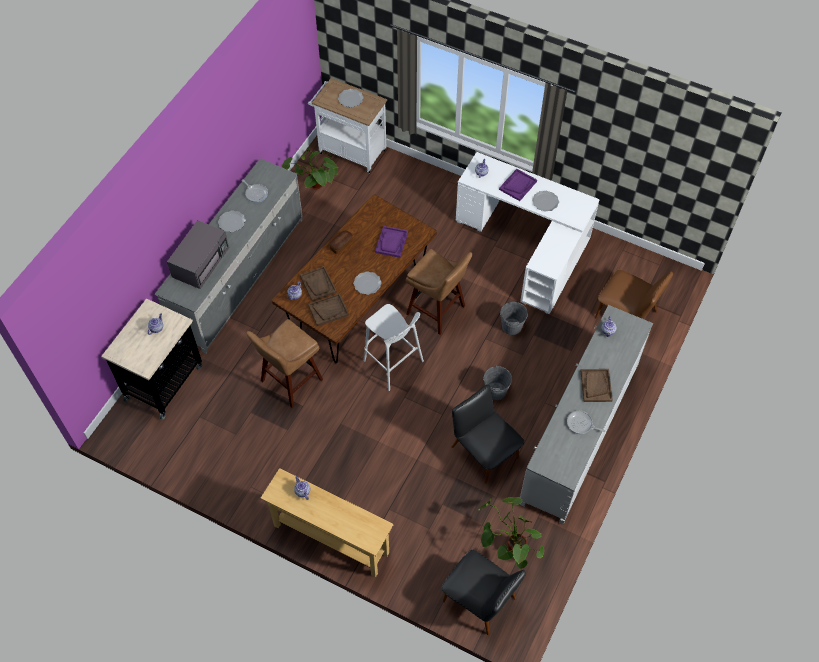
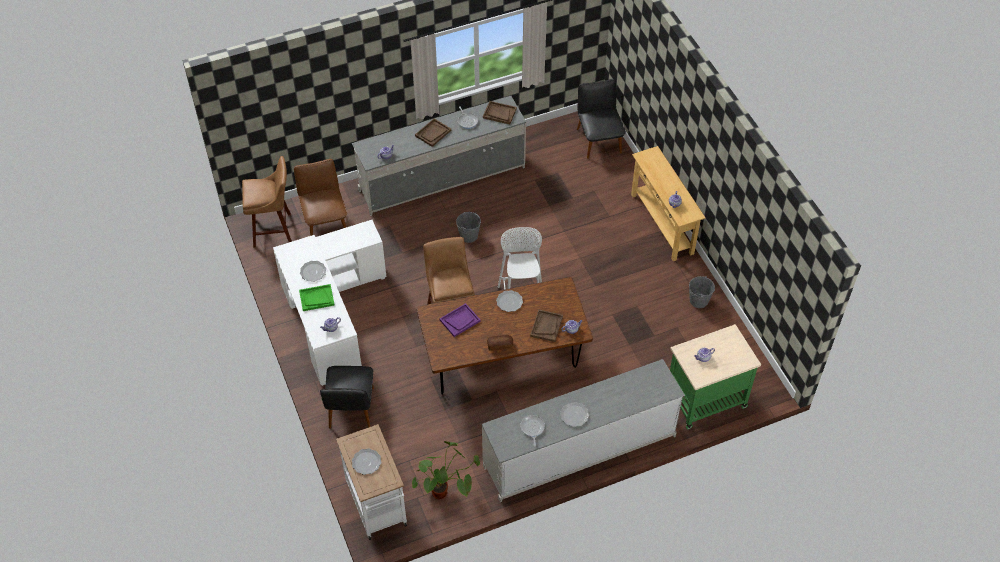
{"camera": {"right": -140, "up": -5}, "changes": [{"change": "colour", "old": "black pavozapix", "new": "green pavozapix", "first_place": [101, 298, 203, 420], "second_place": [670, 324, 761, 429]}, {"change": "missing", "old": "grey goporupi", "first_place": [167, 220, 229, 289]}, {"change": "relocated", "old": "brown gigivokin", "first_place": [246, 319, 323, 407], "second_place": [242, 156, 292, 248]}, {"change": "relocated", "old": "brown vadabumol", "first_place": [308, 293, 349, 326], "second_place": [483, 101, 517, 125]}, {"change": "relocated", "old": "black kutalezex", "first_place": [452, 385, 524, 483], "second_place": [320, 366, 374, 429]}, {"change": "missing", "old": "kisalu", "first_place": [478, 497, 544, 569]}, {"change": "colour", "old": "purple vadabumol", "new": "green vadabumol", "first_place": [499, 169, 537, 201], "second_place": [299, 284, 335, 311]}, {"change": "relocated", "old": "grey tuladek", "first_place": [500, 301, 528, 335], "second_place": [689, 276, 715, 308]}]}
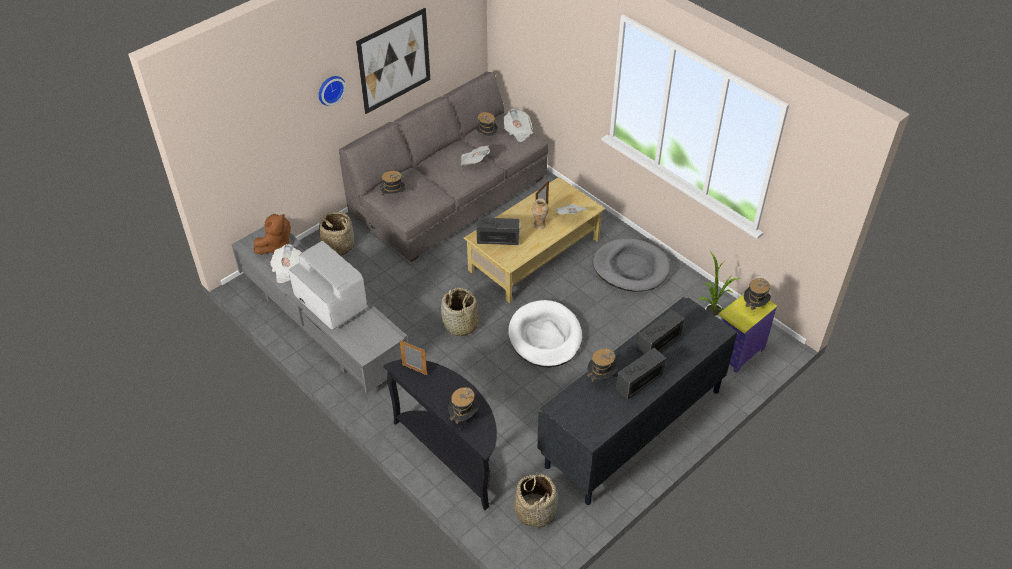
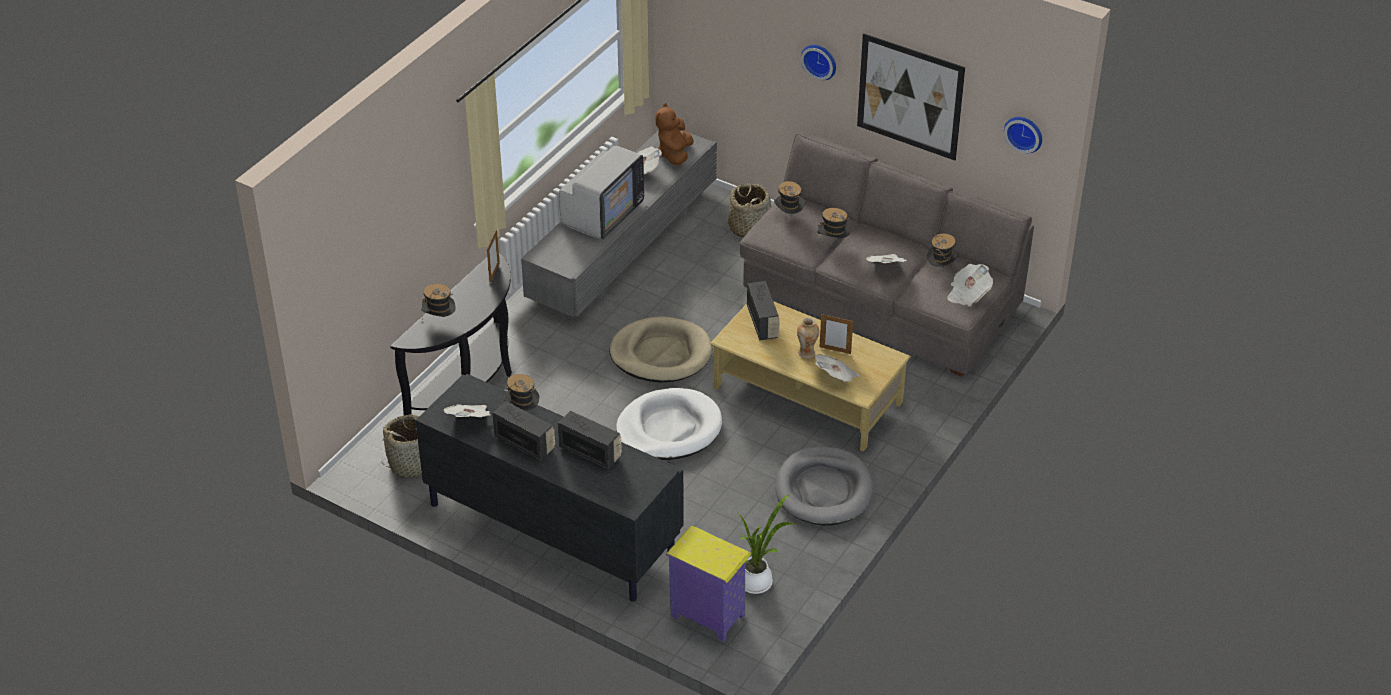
{"camera": {"right": 75, "up": -5}, "changes": [{"change": "spun", "old": "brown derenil", "first_place": [254, 214, 291, 255], "second_place": [655, 103, 694, 166], "degrees": 75}, {"change": "exchanged", "old": "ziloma", "new": "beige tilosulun", "first_place": [441, 287, 479, 336], "second_place": [610, 316, 712, 382]}, {"change": "relocated", "old": "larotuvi", "first_place": [744, 278, 771, 316], "second_place": [817, 208, 850, 239]}, {"change": "appeared", "new": "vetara", "second_place": [443, 404, 490, 417]}, {"change": "appeared", "new": "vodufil", "second_place": [1004, 117, 1042, 154]}]}
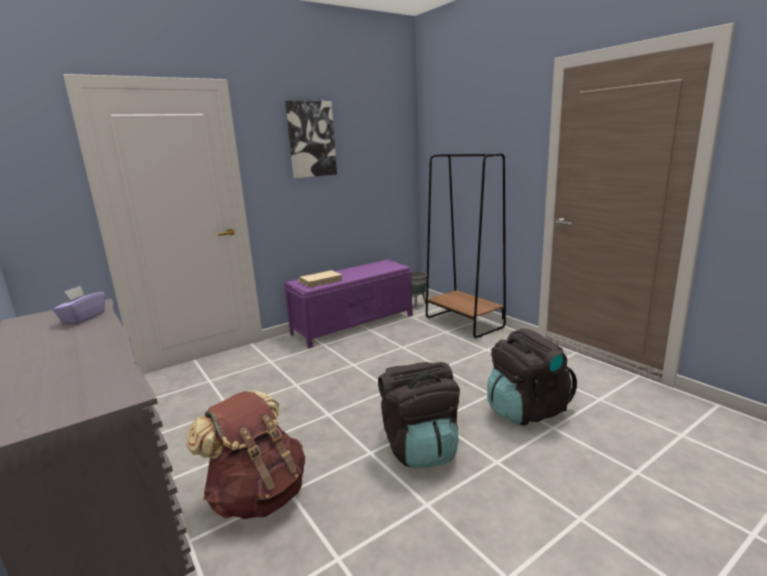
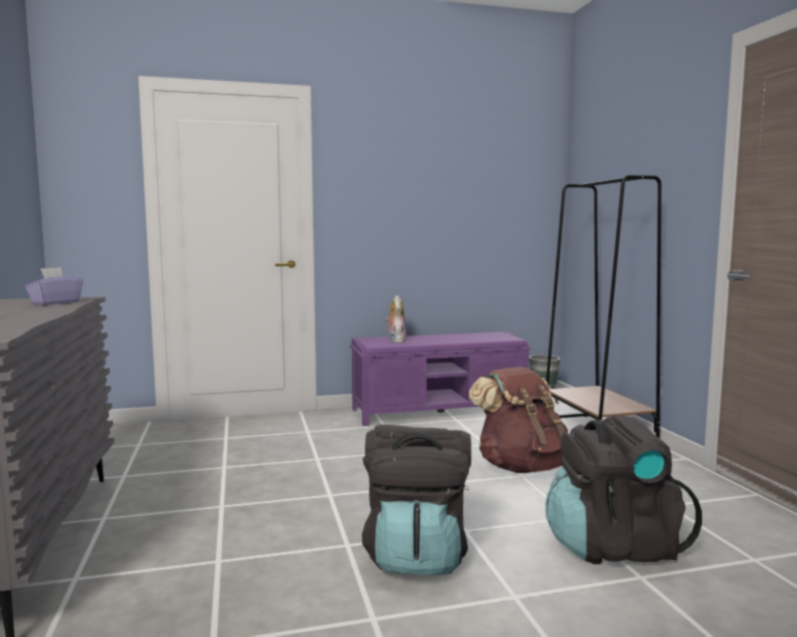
{"camera": {"right": 20, "up": -10}, "changes": [{"change": "relocated", "old": "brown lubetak", "first_place": [186, 390, 305, 519], "second_place": [469, 367, 568, 473]}, {"change": "missing", "old": "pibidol", "first_place": [285, 101, 337, 178]}, {"change": "exchanged", "old": "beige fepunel", "new": "derenil", "first_place": [299, 270, 342, 288], "second_place": [386, 295, 407, 343]}]}
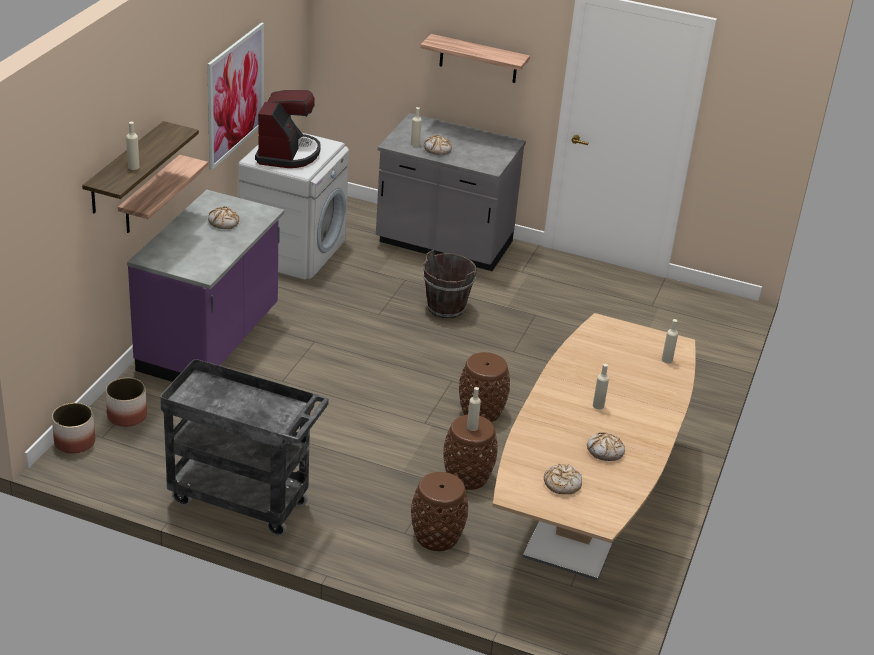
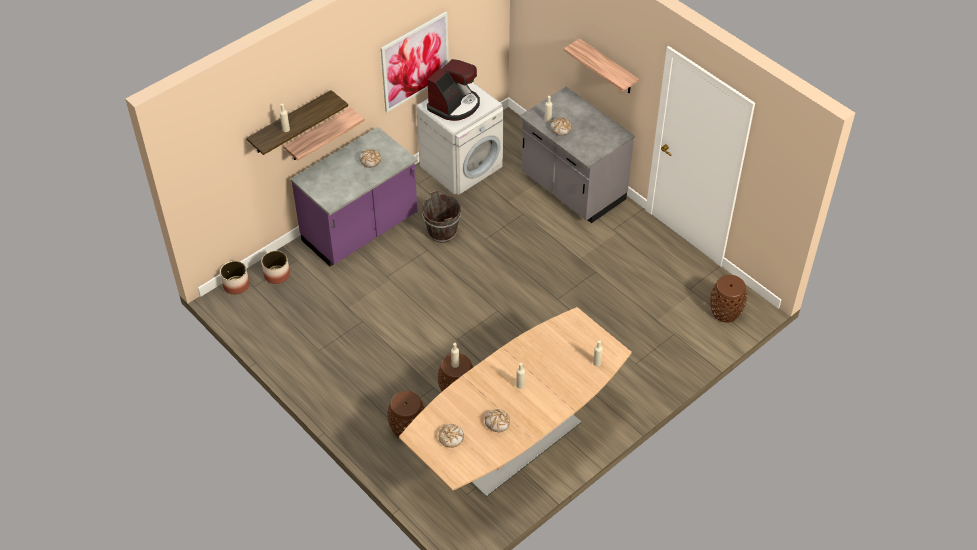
{"camera": {"right": 30, "up": 15}, "changes": [{"change": "missing", "old": "black pavozapix", "first_place": [160, 359, 329, 536]}, {"change": "relocated", "old": "brown tuladek", "first_place": [423, 250, 477, 319], "second_place": [422, 191, 461, 243]}, {"change": "relocated", "old": "brown gigivokin", "first_place": [459, 352, 510, 422], "second_place": [710, 275, 747, 322]}]}
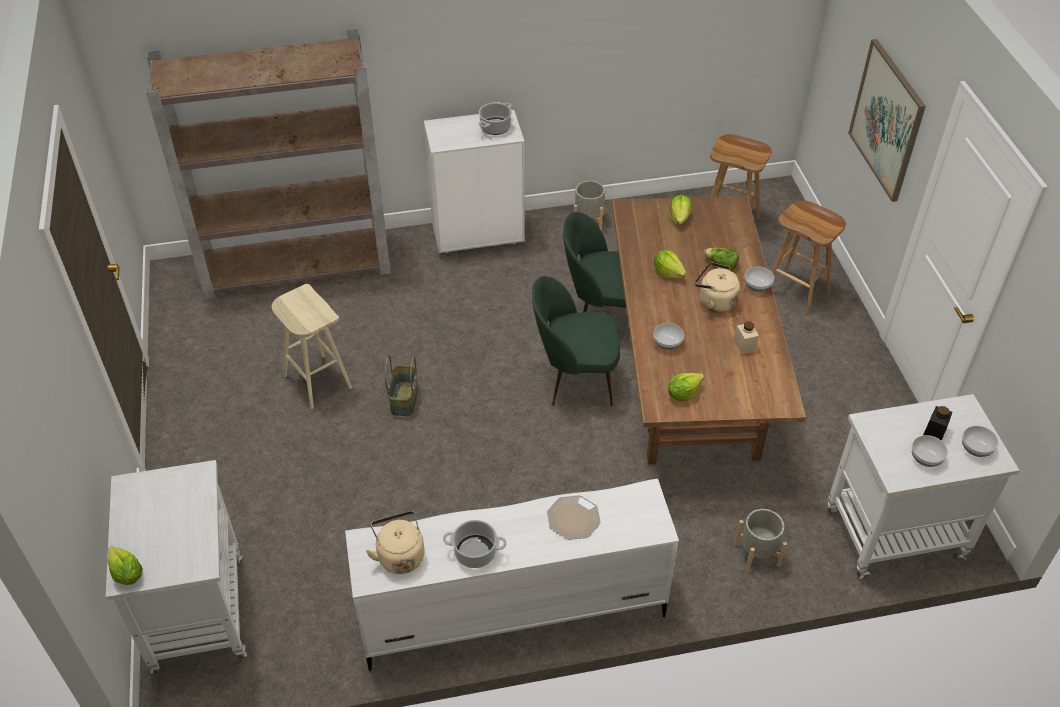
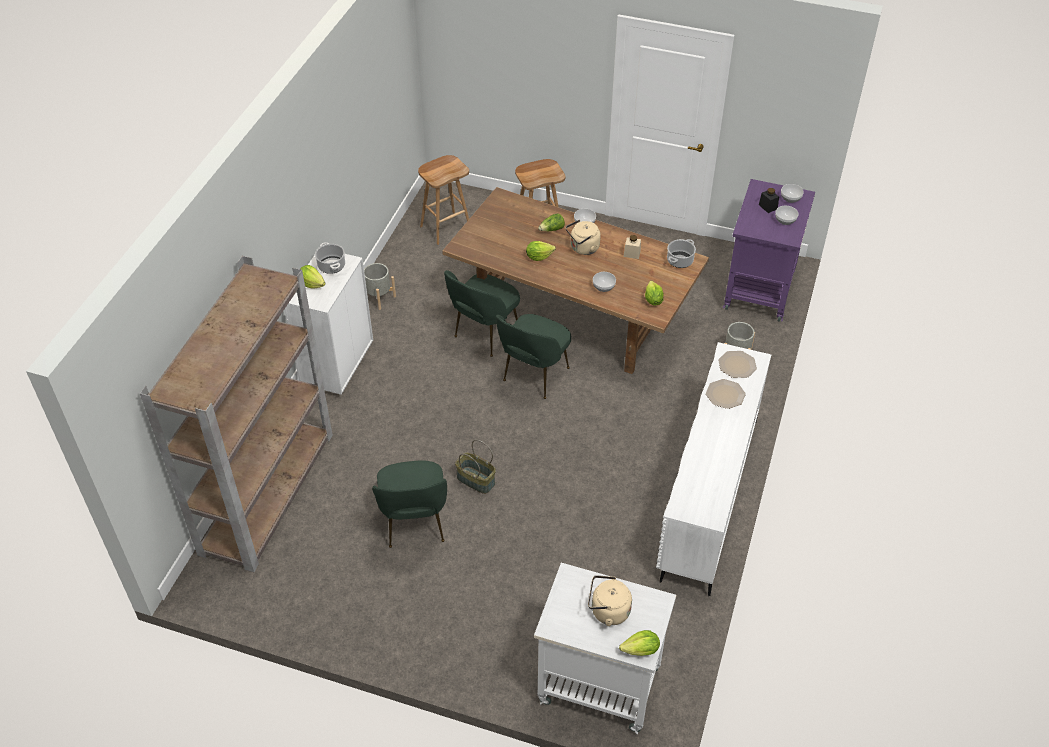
{"camera": {"right": -60, "up": 0}, "changes": [{"change": "exchanged", "old": "beige gigivokin", "new": "green kutalezex", "first_place": [272, 284, 352, 409], "second_place": [372, 460, 447, 548]}, {"change": "relocated", "old": "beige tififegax", "first_place": [366, 511, 425, 574], "second_place": [588, 575, 632, 626]}, {"change": "relocated", "old": "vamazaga", "first_place": [443, 520, 506, 568], "second_place": [667, 239, 696, 268]}, {"change": "relocated", "old": "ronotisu", "first_place": [669, 195, 692, 225], "second_place": [300, 265, 325, 289]}, {"change": "colour", "old": "white pavozapix", "new": "purple pavozapix", "first_place": [828, 394, 1020, 579], "second_place": [723, 179, 815, 322]}, {"change": "missing", "old": "pibidol", "first_place": [848, 39, 926, 202]}, {"change": "appeared", "new": "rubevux", "second_place": [718, 351, 757, 378]}]}
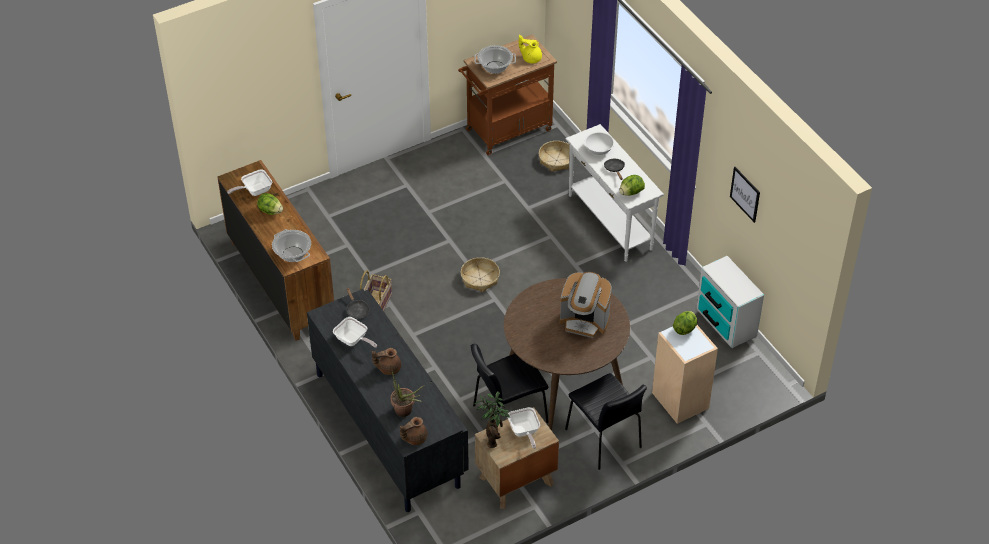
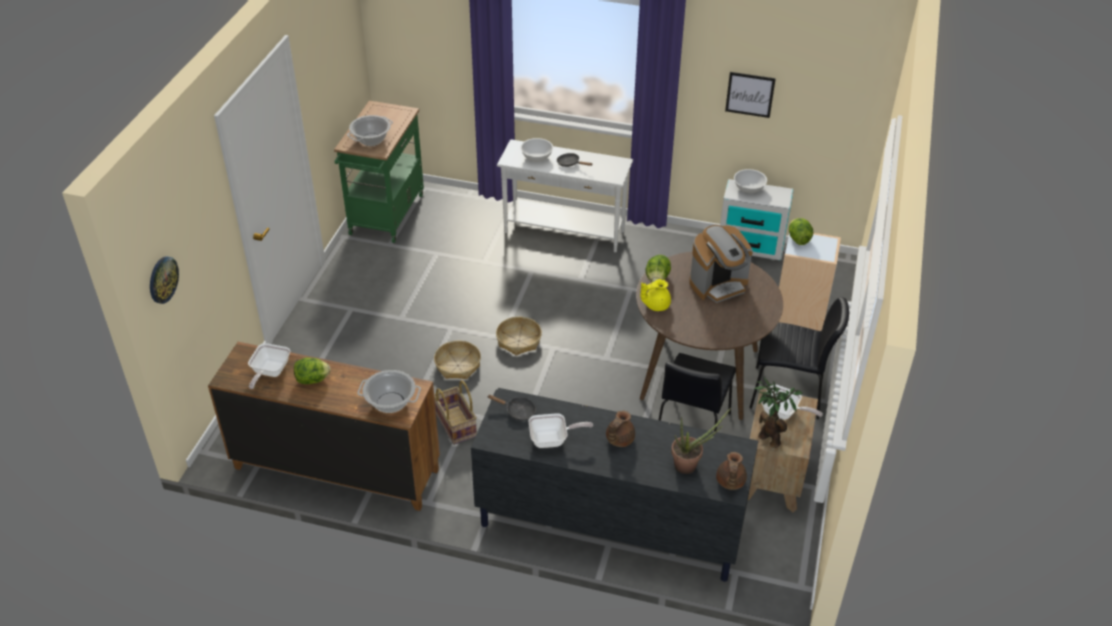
{"camera": {"right": -45, "up": -5}, "changes": [{"change": "colour", "old": "brown pavozapix", "new": "green pavozapix", "first_place": [458, 34, 557, 155], "second_place": [334, 101, 424, 243]}, {"change": "relocated", "old": "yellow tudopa", "first_place": [519, 35, 542, 64], "second_place": [640, 279, 671, 311]}, {"change": "relocated", "old": "ziloma", "first_place": [539, 141, 575, 172], "second_place": [434, 341, 481, 379]}, {"change": "relocated", "old": "ronotisu", "first_place": [620, 175, 645, 196], "second_place": [645, 255, 671, 282]}, {"change": "appeared", "new": "vodufil", "second_place": [150, 256, 179, 304]}, {"change": "appeared", "new": "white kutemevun", "second_place": [734, 169, 767, 193]}]}
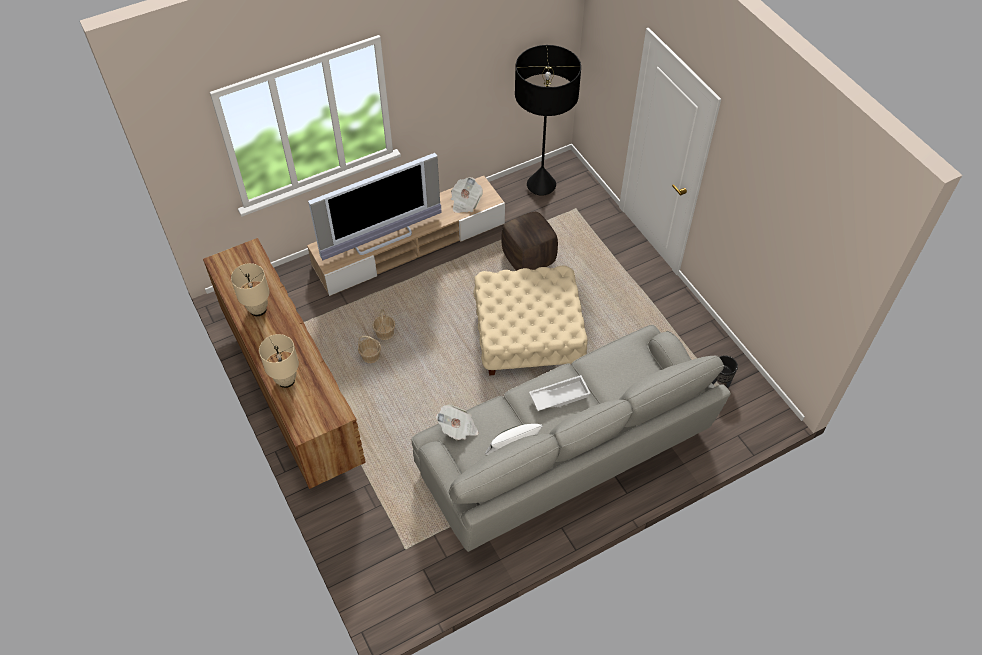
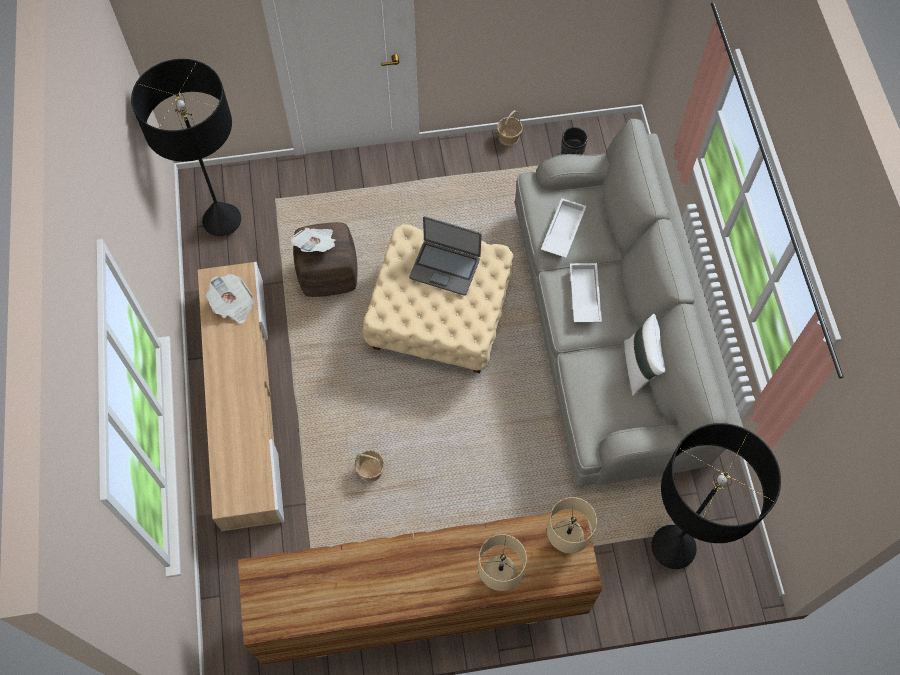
{"camera": {"right": -70, "up": 10}, "changes": [{"change": "relocated", "old": "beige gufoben", "first_place": [231, 263, 270, 316], "second_place": [547, 497, 597, 553]}, {"change": "missing", "old": "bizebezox", "first_place": [308, 153, 442, 260]}, {"change": "relocated", "old": "ziloma", "first_place": [358, 336, 381, 363], "second_place": [497, 110, 523, 146]}, {"change": "relocated", "old": "vetara", "first_place": [436, 404, 478, 440], "second_place": [291, 228, 335, 252]}, {"change": "appeared", "new": "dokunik", "second_place": [409, 216, 482, 296]}, {"change": "appeared", "new": "white vadabumol", "second_place": [541, 198, 586, 258]}, {"change": "appeared", "new": "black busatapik", "second_place": [651, 423, 781, 569]}]}
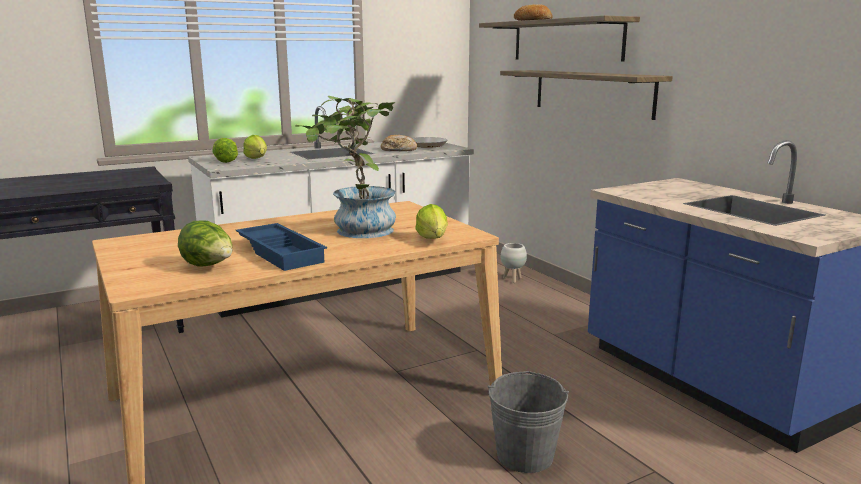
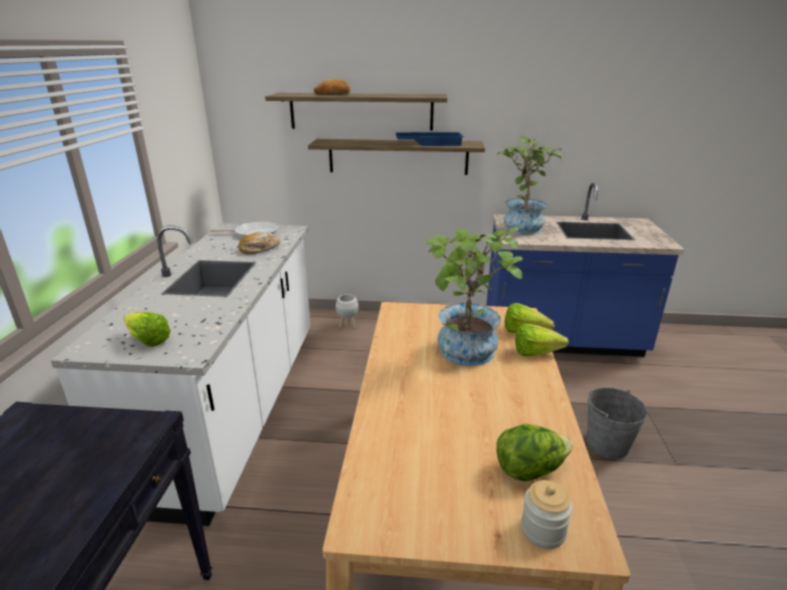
{"camera": {"right": -55, "up": 10}, "changes": [{"change": "relocated", "old": "blue vadabumol", "first_place": [236, 223, 327, 271], "second_place": [396, 132, 464, 146]}, {"change": "relocated", "old": "ronotisu", "first_place": [243, 135, 267, 159], "second_place": [516, 323, 569, 356]}, {"change": "appeared", "new": "kisalu", "second_place": [497, 135, 562, 235]}, {"change": "appeared", "new": "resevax", "second_place": [521, 480, 573, 549]}]}
